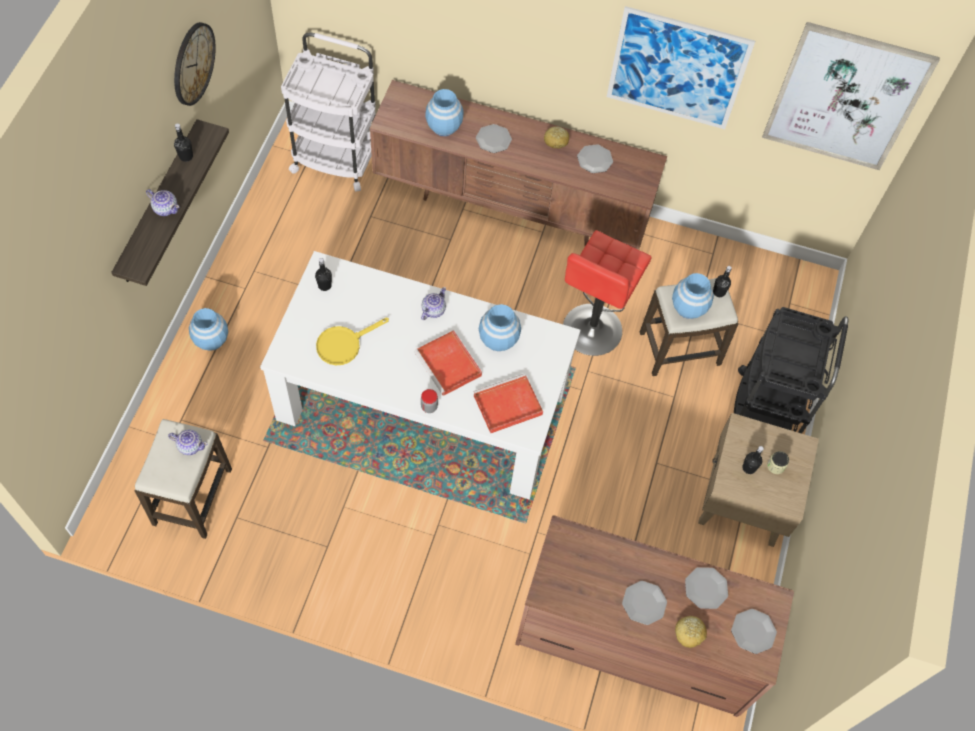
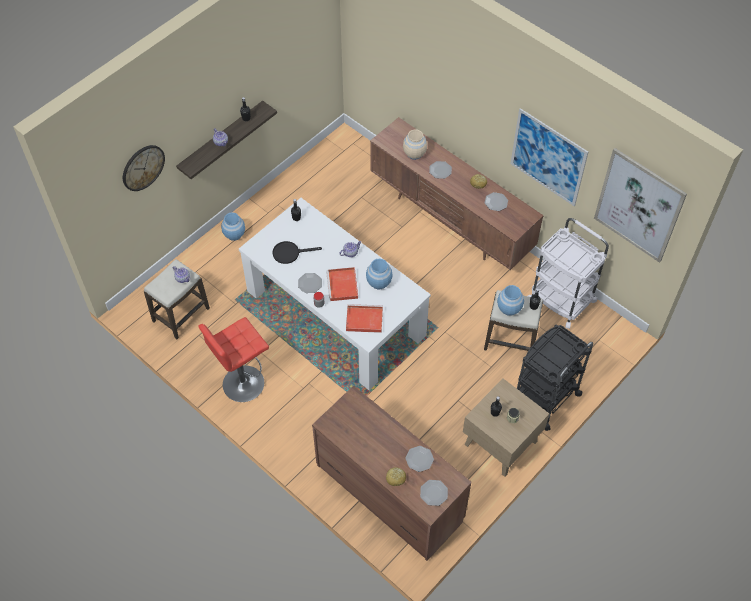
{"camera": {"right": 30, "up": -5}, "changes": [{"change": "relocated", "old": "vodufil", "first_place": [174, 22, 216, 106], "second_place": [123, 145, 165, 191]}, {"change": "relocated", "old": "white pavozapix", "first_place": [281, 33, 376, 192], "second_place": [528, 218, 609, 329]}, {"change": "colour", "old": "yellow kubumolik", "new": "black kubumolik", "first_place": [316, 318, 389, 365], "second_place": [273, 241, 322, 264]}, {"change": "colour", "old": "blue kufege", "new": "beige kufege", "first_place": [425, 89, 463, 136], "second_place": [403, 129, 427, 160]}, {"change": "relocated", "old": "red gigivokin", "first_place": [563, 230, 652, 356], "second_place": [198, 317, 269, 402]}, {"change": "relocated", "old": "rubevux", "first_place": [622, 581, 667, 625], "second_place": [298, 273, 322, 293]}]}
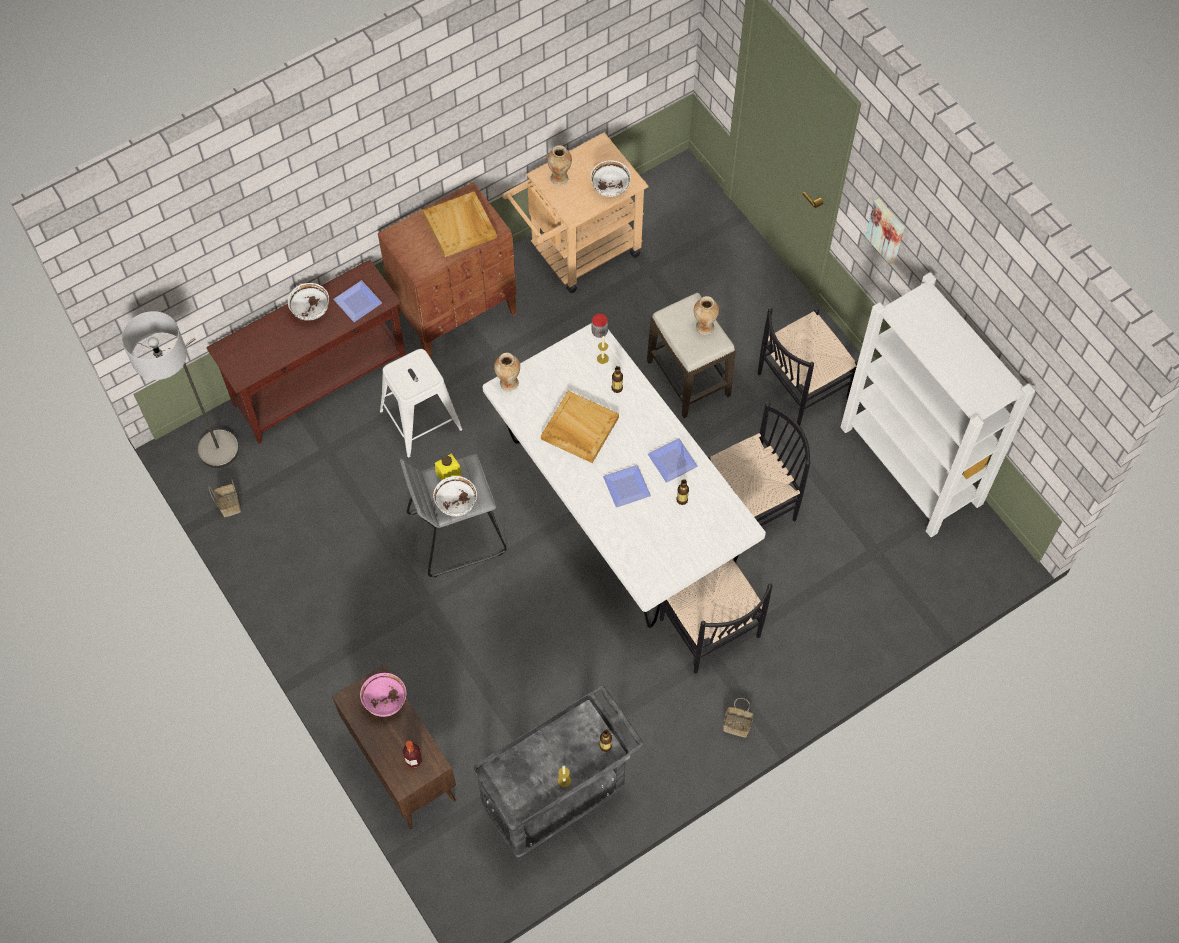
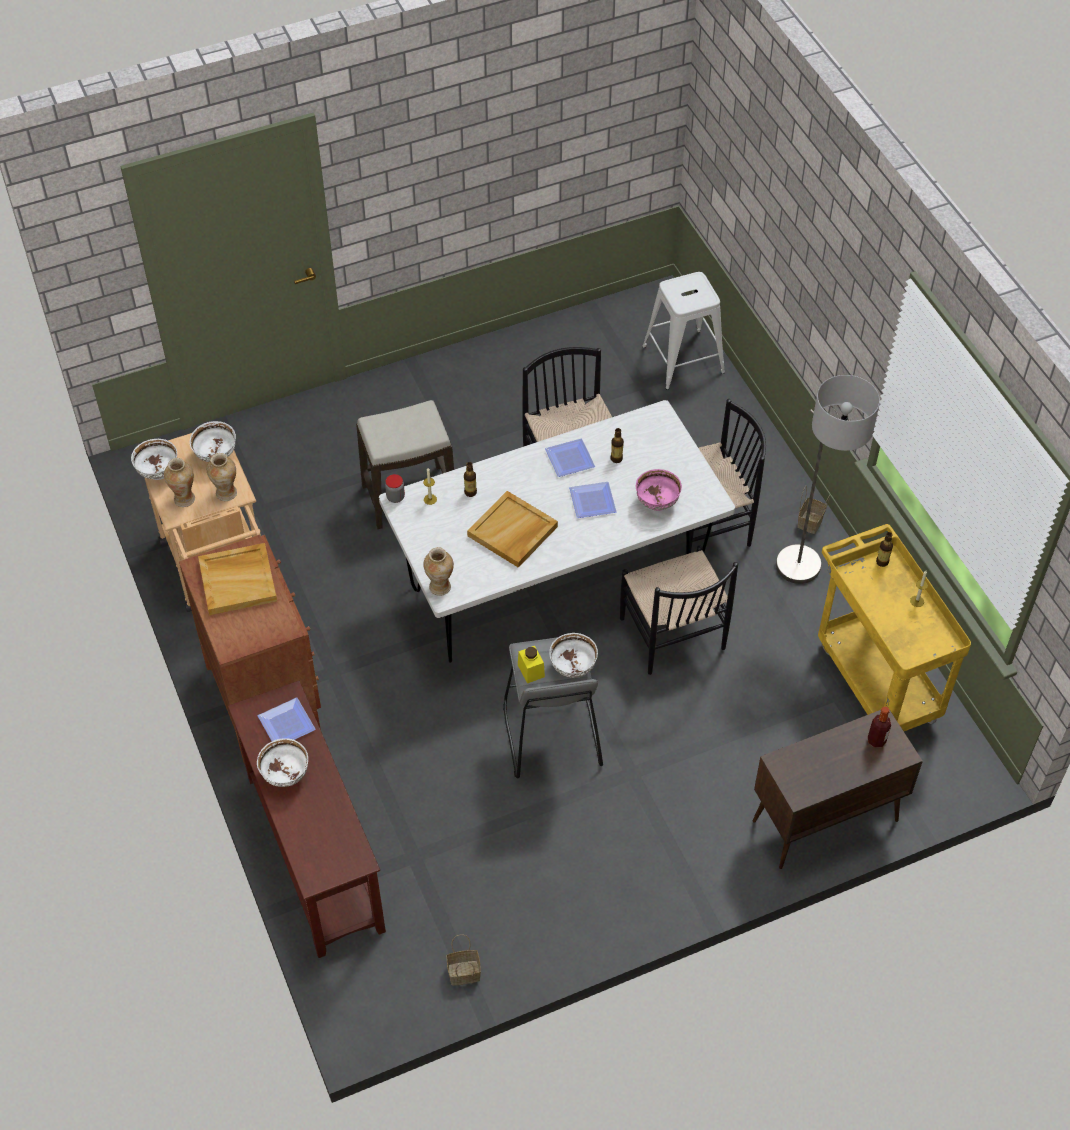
{"camera": {"right": -80, "up": -10}, "changes": [{"change": "relocated", "old": "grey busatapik", "first_place": [122, 311, 239, 468], "second_place": [776, 375, 880, 584]}, {"change": "relocated", "old": "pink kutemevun", "first_place": [360, 673, 406, 717], "second_place": [636, 469, 682, 511]}, {"change": "relocated", "old": "white gigivokin", "first_place": [380, 349, 463, 458], "second_place": [642, 272, 725, 390]}, {"change": "colour", "old": "grey pavozapix", "new": "yellow pavozapix", "first_place": [473, 686, 643, 857], "second_place": [818, 524, 971, 731]}, {"change": "relocated", "old": "kufege", "first_place": [694, 296, 719, 335], "second_place": [207, 453, 237, 501]}, {"change": "relocated", "old": "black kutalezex", "first_place": [758, 308, 858, 426], "second_place": [620, 545, 738, 675]}, {"change": "missing", "old": "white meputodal", "first_place": [840, 272, 1035, 537]}, {"change": "missing", "old": "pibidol", "first_place": [865, 198, 905, 265]}, {"change": "appeared", "new": "white kutemevun", "second_place": [131, 439, 177, 480]}]}
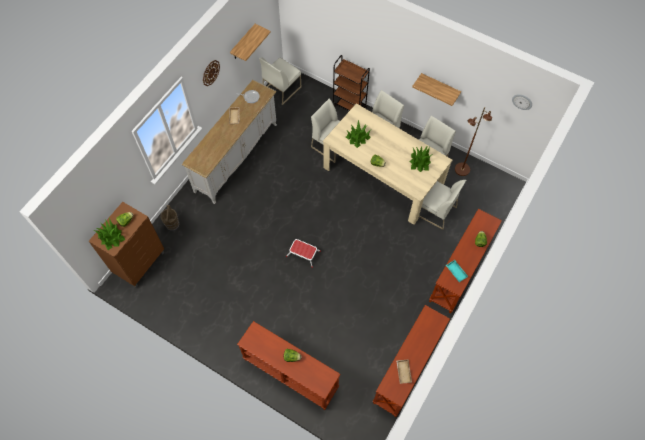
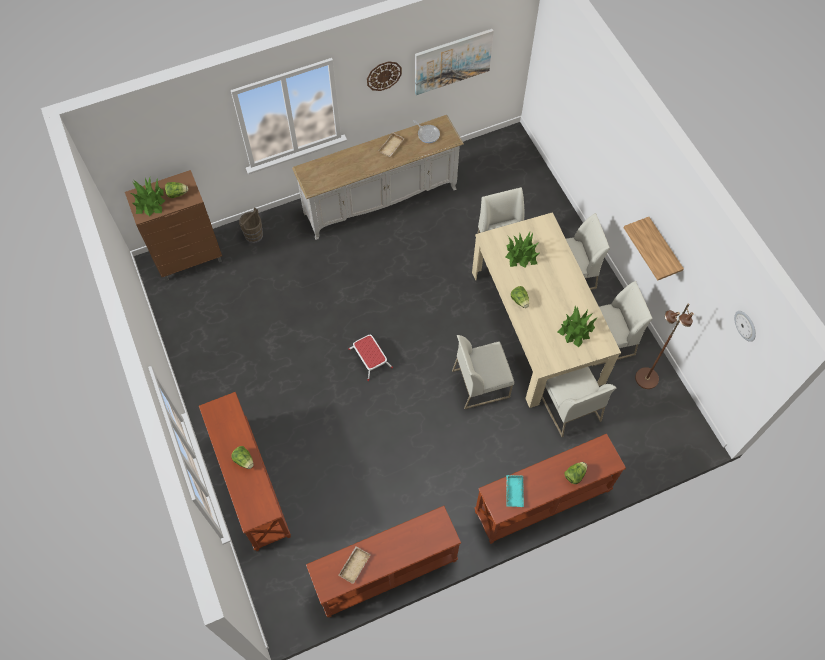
{"camera": {"right": 35, "up": 0}, "changes": [{"change": "exchanged", "old": "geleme", "new": "pibidol", "first_place": [230, 24, 271, 61], "second_place": [415, 29, 494, 95]}, {"change": "relocated", "old": "white kutalezex", "first_place": [259, 57, 301, 105], "second_place": [452, 335, 514, 409]}, {"change": "missing", "old": "brown pavozapix", "first_place": [333, 55, 370, 111]}]}
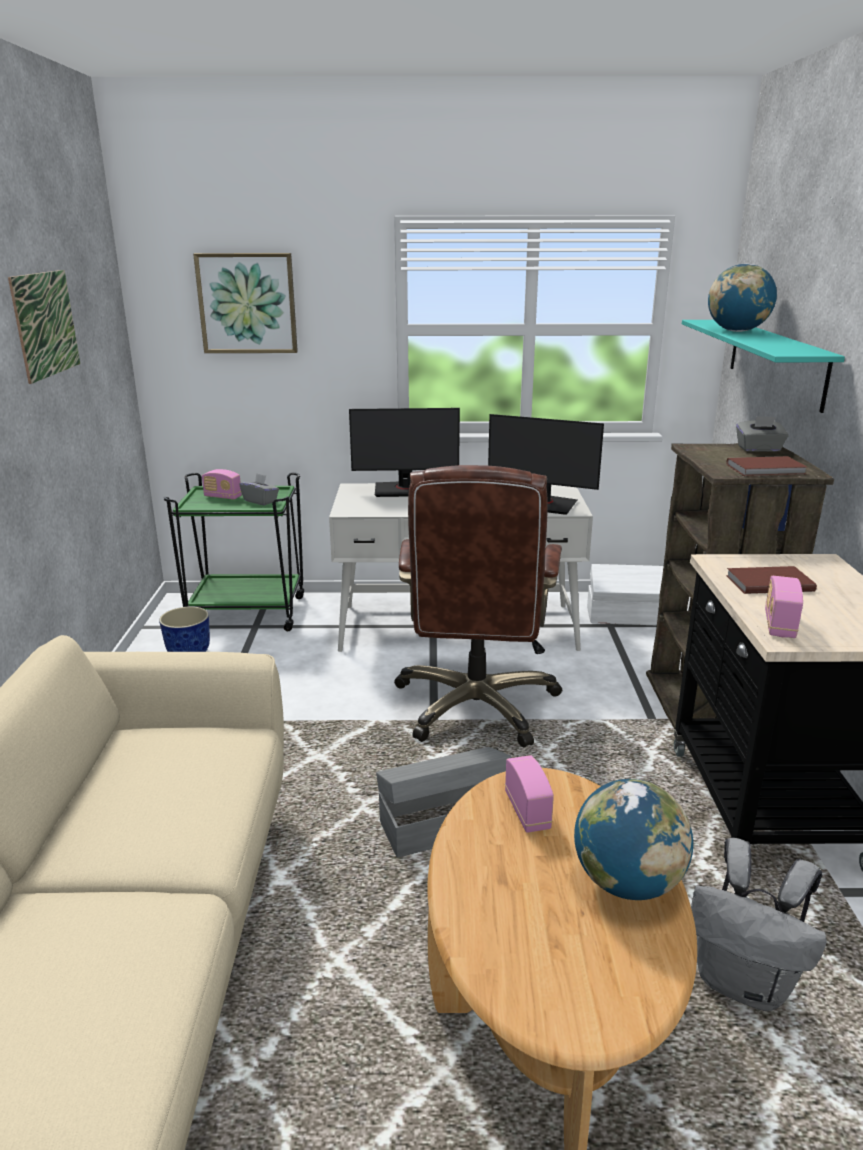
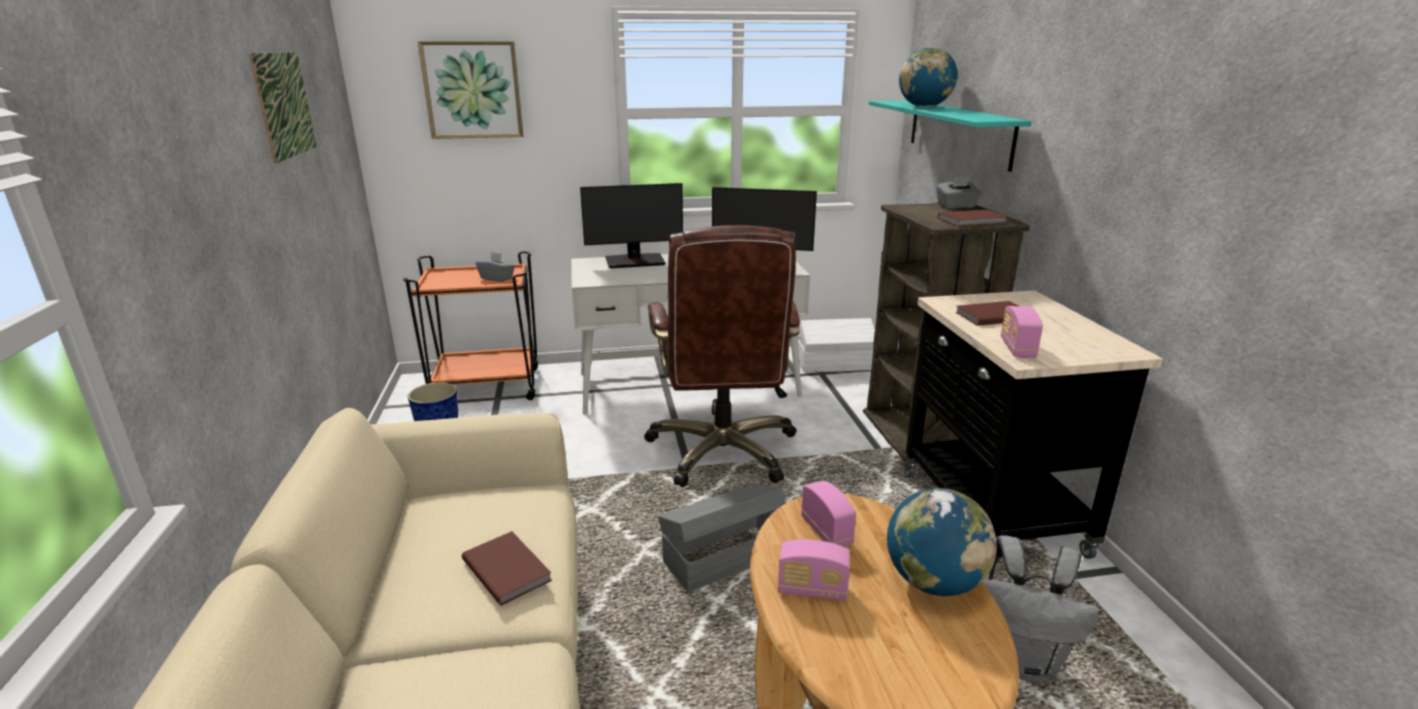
{"camera": {"right": -10, "up": 0}, "changes": [{"change": "colour", "old": "green pavozapix", "new": "orange pavozapix", "first_place": [164, 472, 304, 631], "second_place": [403, 251, 538, 400]}, {"change": "relocated", "old": "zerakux", "first_place": [202, 469, 242, 500], "second_place": [778, 539, 850, 601]}, {"change": "appeared", "new": "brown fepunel", "second_place": [462, 531, 552, 606]}]}
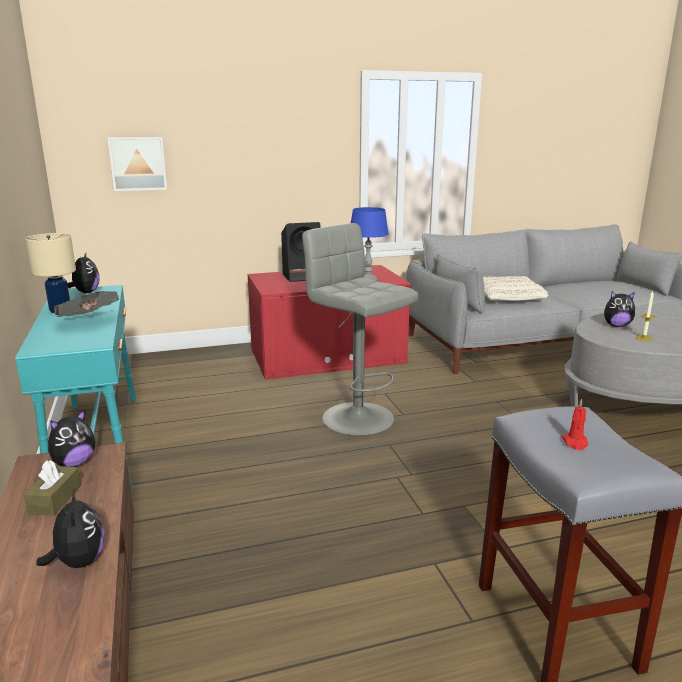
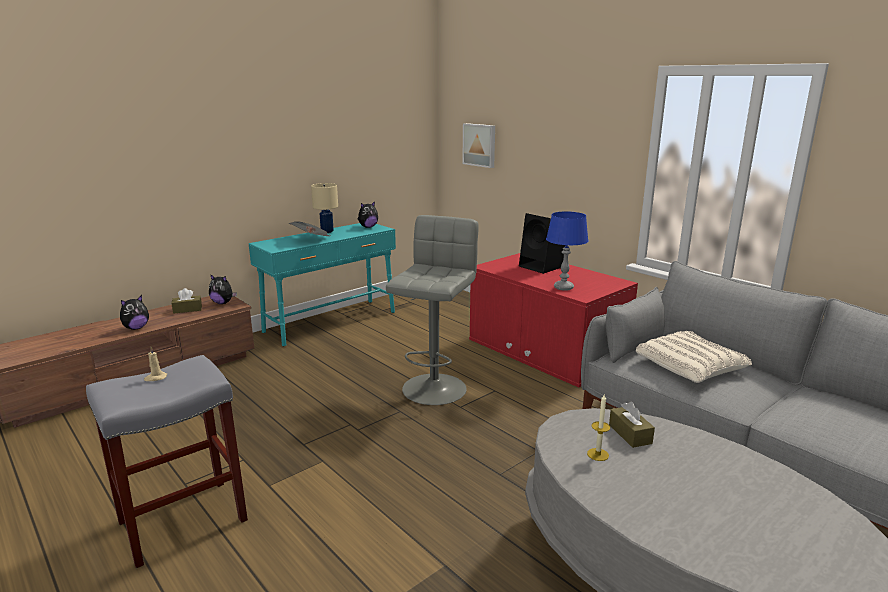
{"camera": {"right": 65, "up": 0}, "changes": [{"change": "colour", "old": "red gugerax", "new": "beige gugerax", "first_place": [561, 399, 588, 450], "second_place": [144, 347, 167, 381]}, {"change": "exchanged", "old": "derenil", "new": "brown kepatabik", "first_place": [604, 291, 635, 327], "second_place": [609, 402, 655, 448]}]}
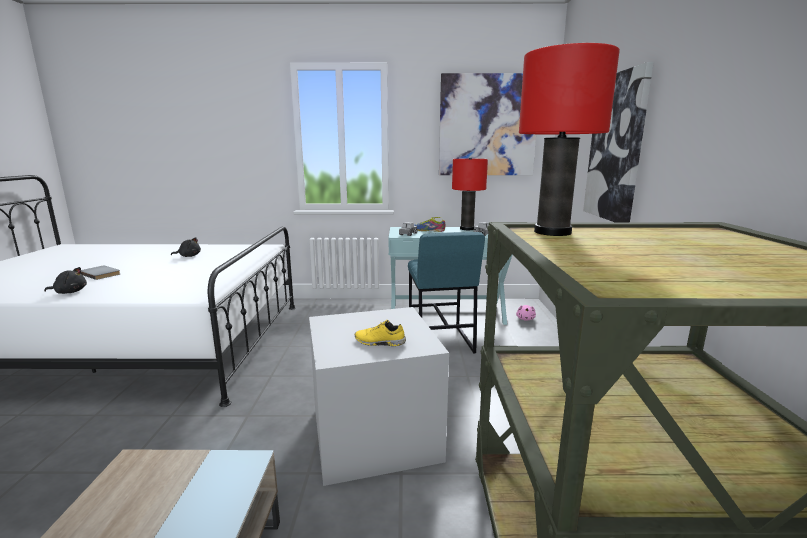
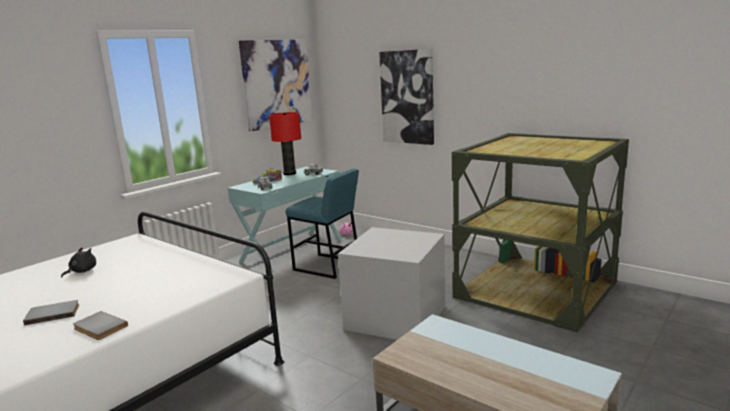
{"camera": {"right": -50, "up": 0}, "changes": [{"change": "exchanged", "old": "black derenil", "new": "grey fepunel", "first_place": [44, 267, 87, 294], "second_place": [73, 311, 128, 340]}, {"change": "missing", "old": "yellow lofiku", "first_place": [355, 320, 406, 346]}, {"change": "missing", "old": "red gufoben", "first_place": [519, 43, 620, 236]}]}
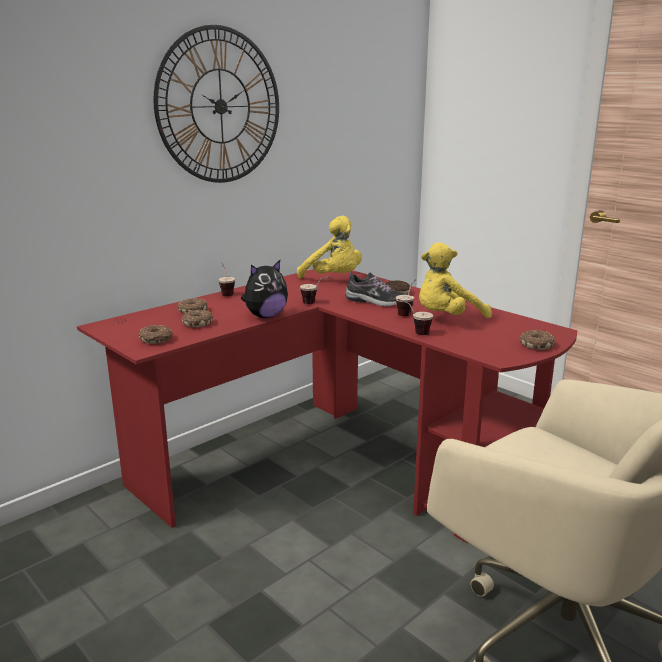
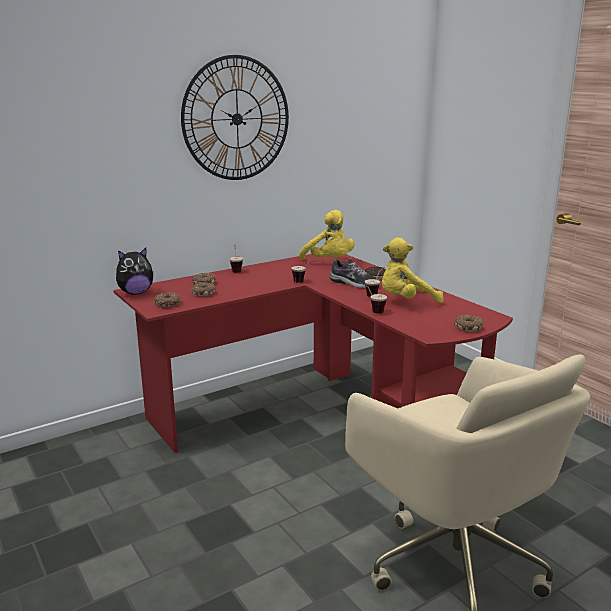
{"camera": {"right": 10, "up": 0}, "changes": [{"change": "relocated", "old": "derenil", "first_place": [241, 260, 288, 318], "second_place": [116, 248, 153, 295]}]}
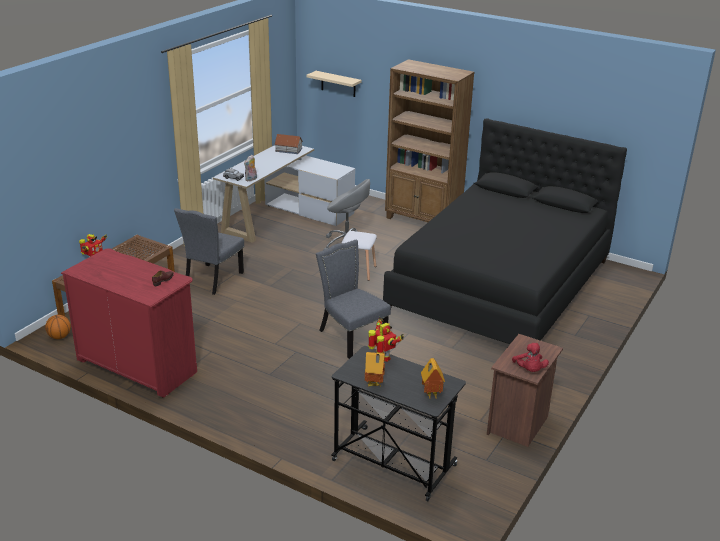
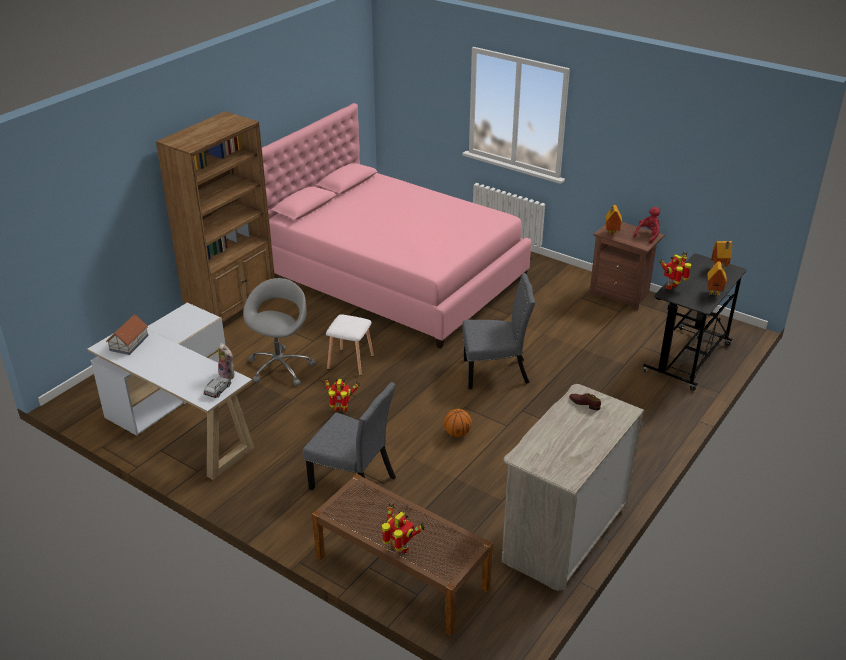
{"camera": {"right": -85, "up": 5}, "changes": [{"change": "relocated", "old": "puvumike", "first_place": [45, 315, 71, 339], "second_place": [444, 409, 472, 437]}, {"change": "colour", "old": "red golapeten", "new": "beige golapeten", "first_place": [61, 248, 197, 398], "second_place": [502, 384, 644, 591]}, {"change": "missing", "old": "beige geleme", "first_place": [306, 71, 362, 97]}, {"change": "spun", "old": "grey kutalezex", "first_place": [316, 239, 391, 359], "second_place": [462, 273, 535, 389], "degrees": -150}, {"change": "colour", "old": "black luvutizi", "new": "pink luvutizi", "first_place": [383, 118, 627, 344], "second_place": [262, 103, 531, 349]}, {"change": "spun", "old": "red derenil", "first_place": [512, 343, 549, 372], "second_place": [634, 207, 660, 244], "degrees": -45}, {"change": "appeared", "new": "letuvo", "second_place": [325, 377, 360, 412]}, {"change": "appeared", "new": "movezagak", "second_place": [605, 205, 622, 236]}]}
